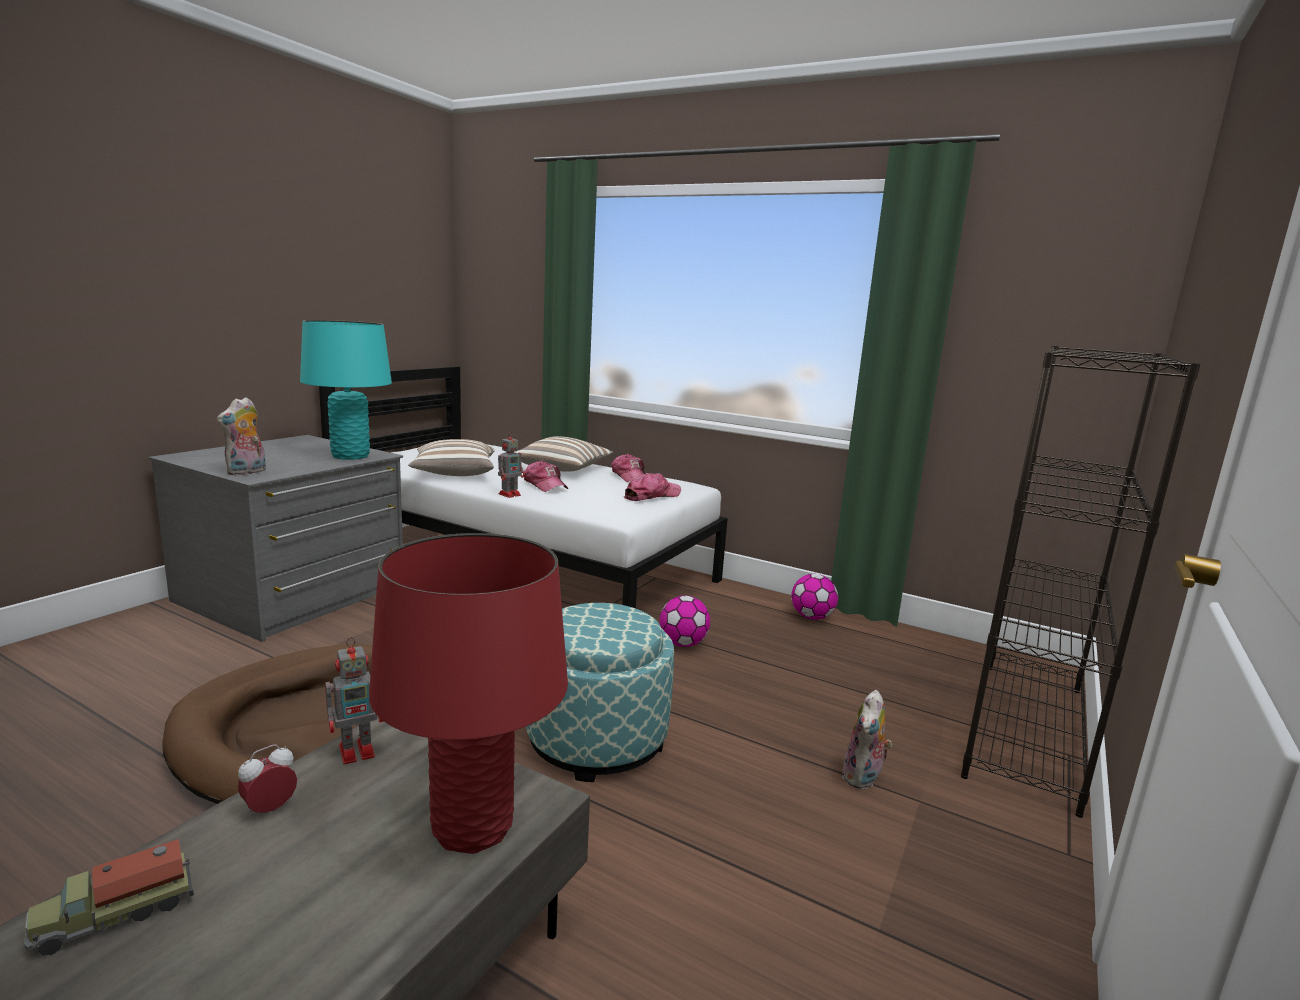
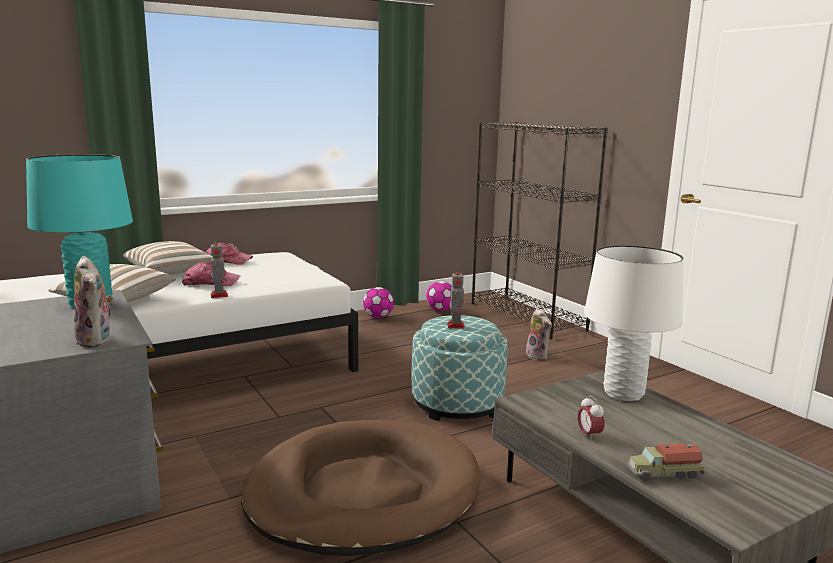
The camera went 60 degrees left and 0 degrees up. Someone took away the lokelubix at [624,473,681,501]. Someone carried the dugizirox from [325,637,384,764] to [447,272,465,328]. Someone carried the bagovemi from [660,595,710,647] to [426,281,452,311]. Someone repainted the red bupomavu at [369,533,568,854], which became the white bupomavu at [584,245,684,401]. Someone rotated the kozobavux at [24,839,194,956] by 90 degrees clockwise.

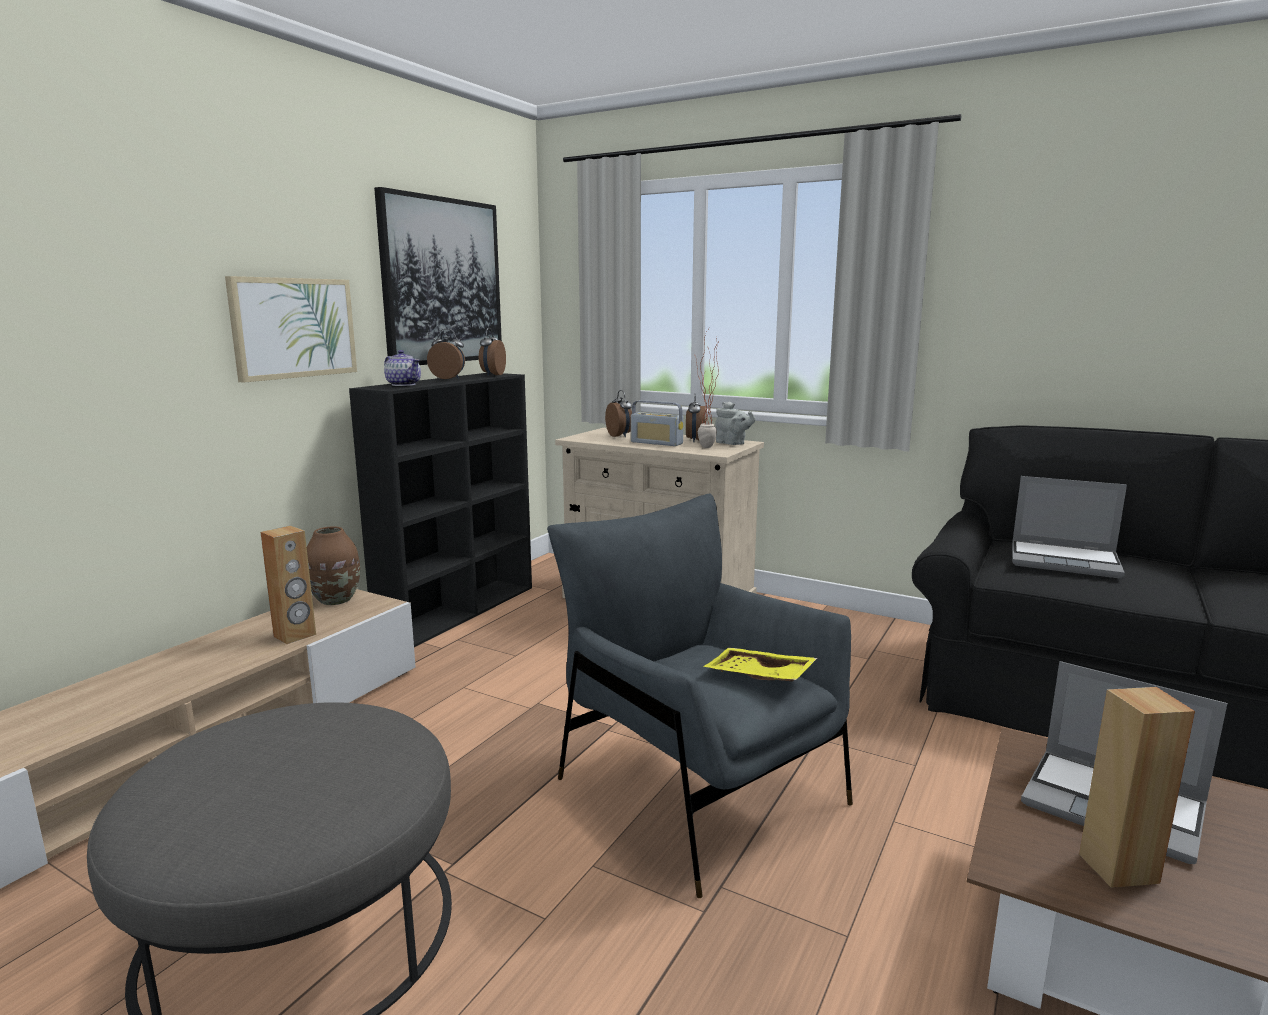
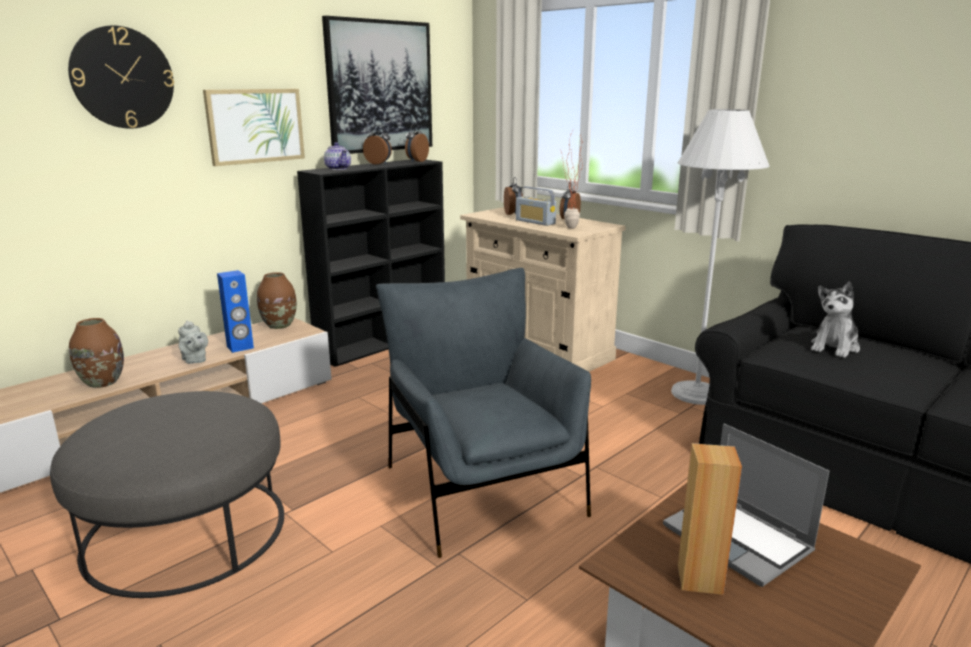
The camera went 15 degrees right and 5 degrees up. Someone took away the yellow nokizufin at [703,648,817,682]. Someone put up the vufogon at [68,25,174,129]. Someone put down the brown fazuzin at [69,318,124,388]. Someone put down the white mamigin at [671,109,770,405]. Someone carried the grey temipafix from [715,402,756,445] to [178,320,208,364]. Someone swapped the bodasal at [1012,476,1127,578] for the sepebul at [811,282,860,358]. Someone repainted the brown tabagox at [260,526,316,644], which became the blue tabagox at [217,270,254,353].

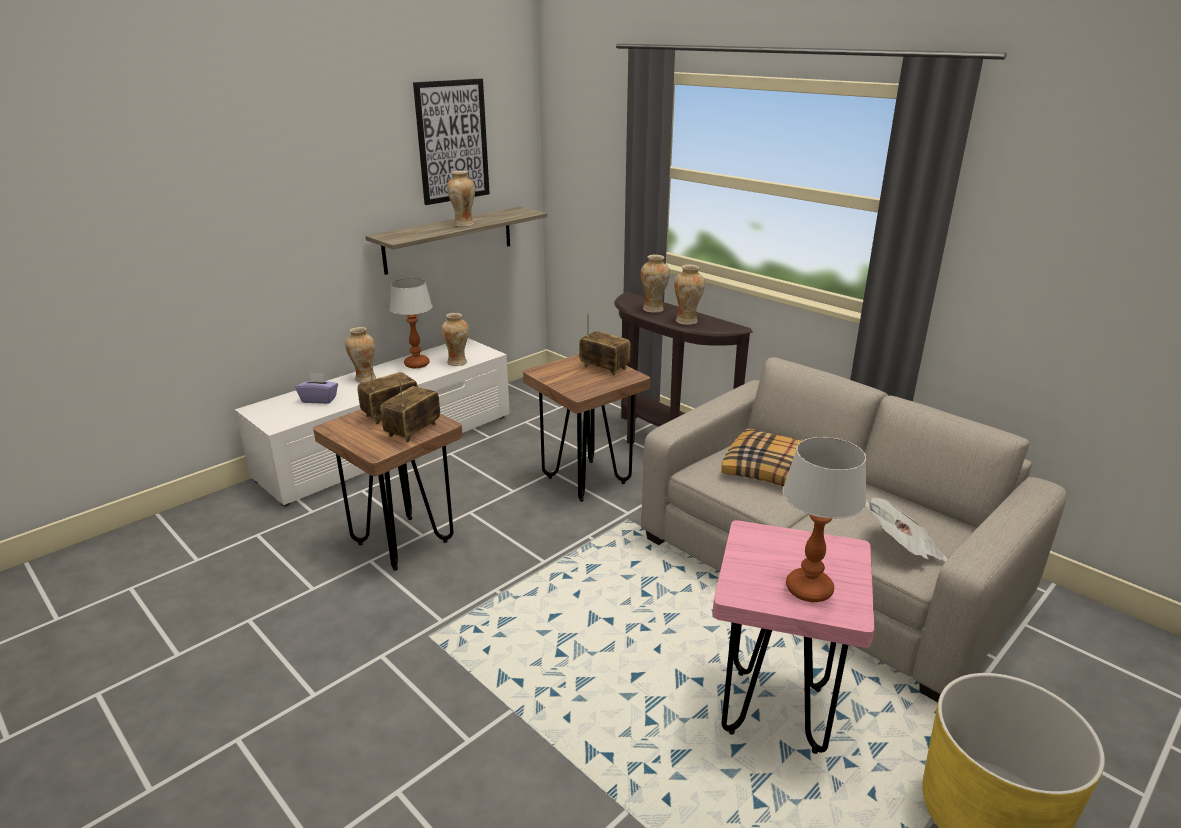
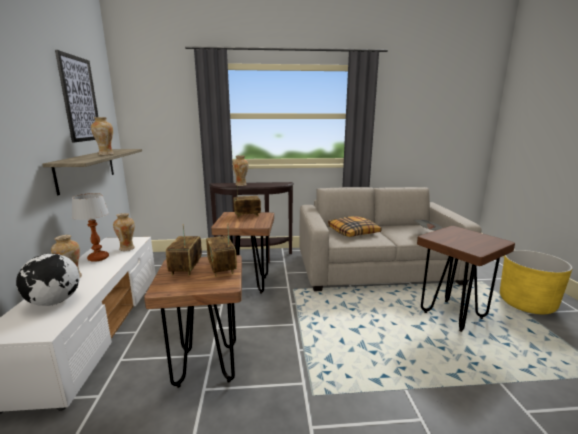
The camera went 50 degrees left and 10 degrees down. Someone took away the fazuzin at [674,264,705,325]. Someone took away the bupomavu at [783,437,867,602]. Someone swapped the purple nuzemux at [295,373,338,404] for the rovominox at [16,253,80,306]. Someone repainted the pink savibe at [712,520,874,754], which became the brown savibe at [417,226,515,332].

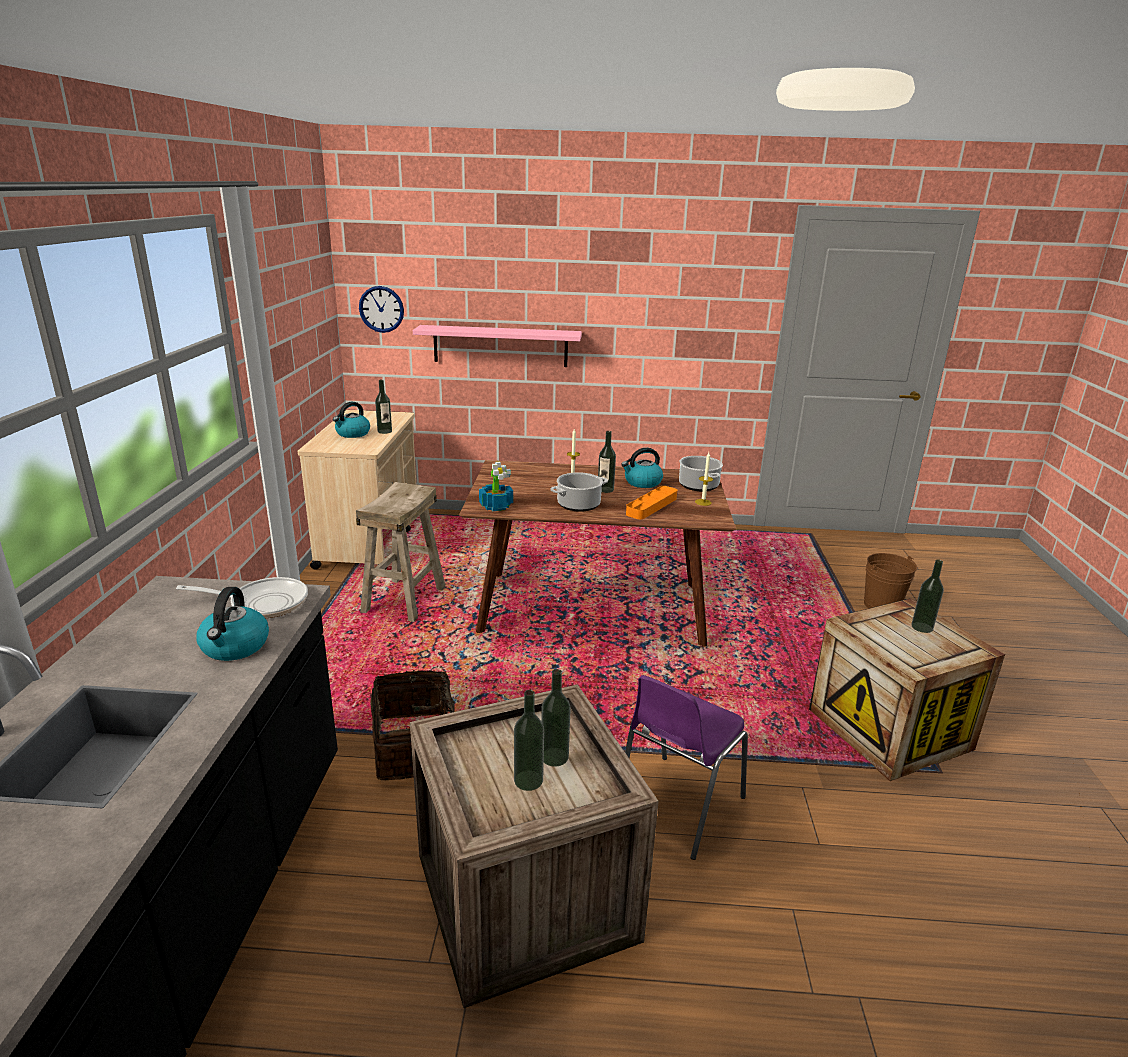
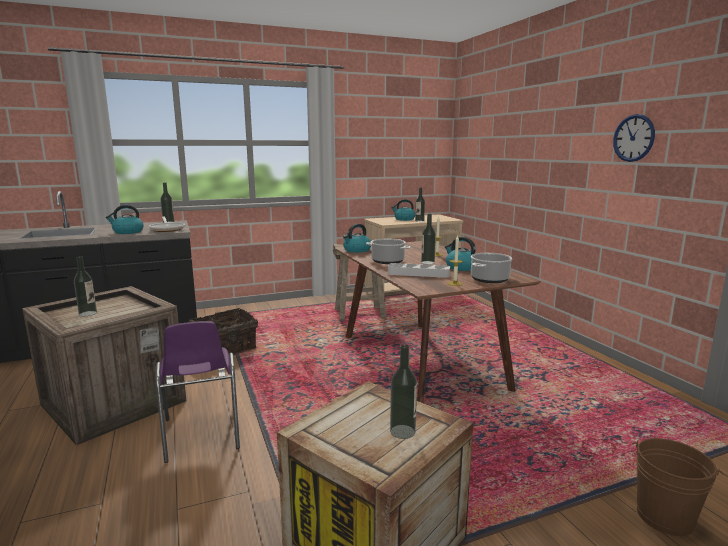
The camera went 65 degrees right and 10 degrees down. Someone took away the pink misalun at [413,325,582,367]. Someone carried the vufogon from [359,286,404,333] to [613,114,655,162]. Someone carried the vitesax from [541,669,571,767] to [160,183,174,223]. Someone swapped the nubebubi at [479,462,513,511] for the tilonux at [343,224,371,253]. Someone repainted the orange nokizufin at [626,486,677,519], which became the grey nokizufin at [388,263,450,278]. Someone rotated the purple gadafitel at [625,675,748,860] by 120 degrees counterclockwise.

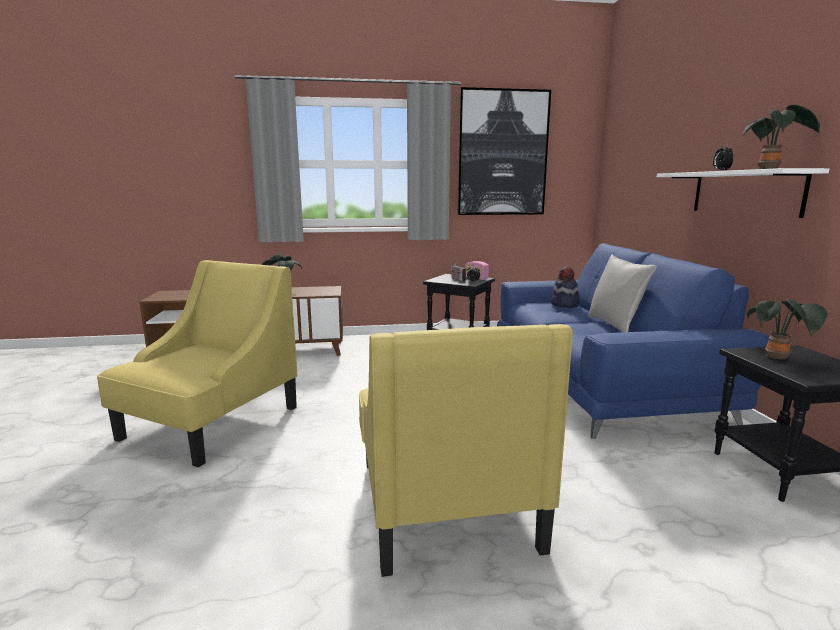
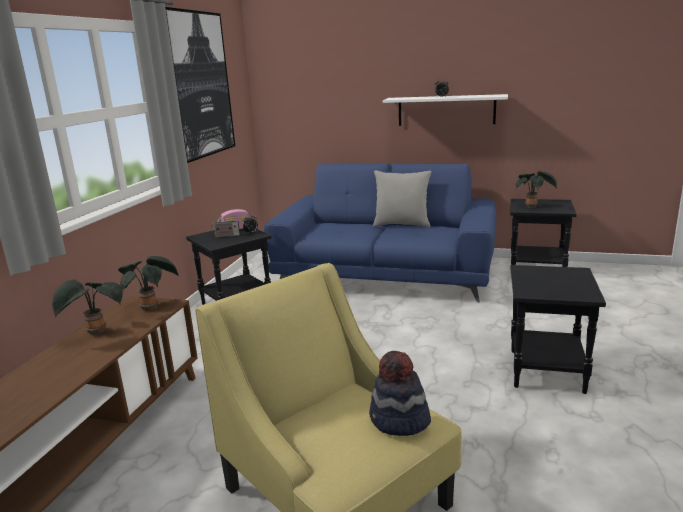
The camera went 65 degrees left and 5 degrees up. Someone carried the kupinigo from [551,267,580,308] to [369,351,431,436]. Someone carried the nubebubi from [743,104,820,169] to [118,256,180,311]. Someone swapped the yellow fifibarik at [359,324,573,577] for the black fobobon at [510,265,606,394].

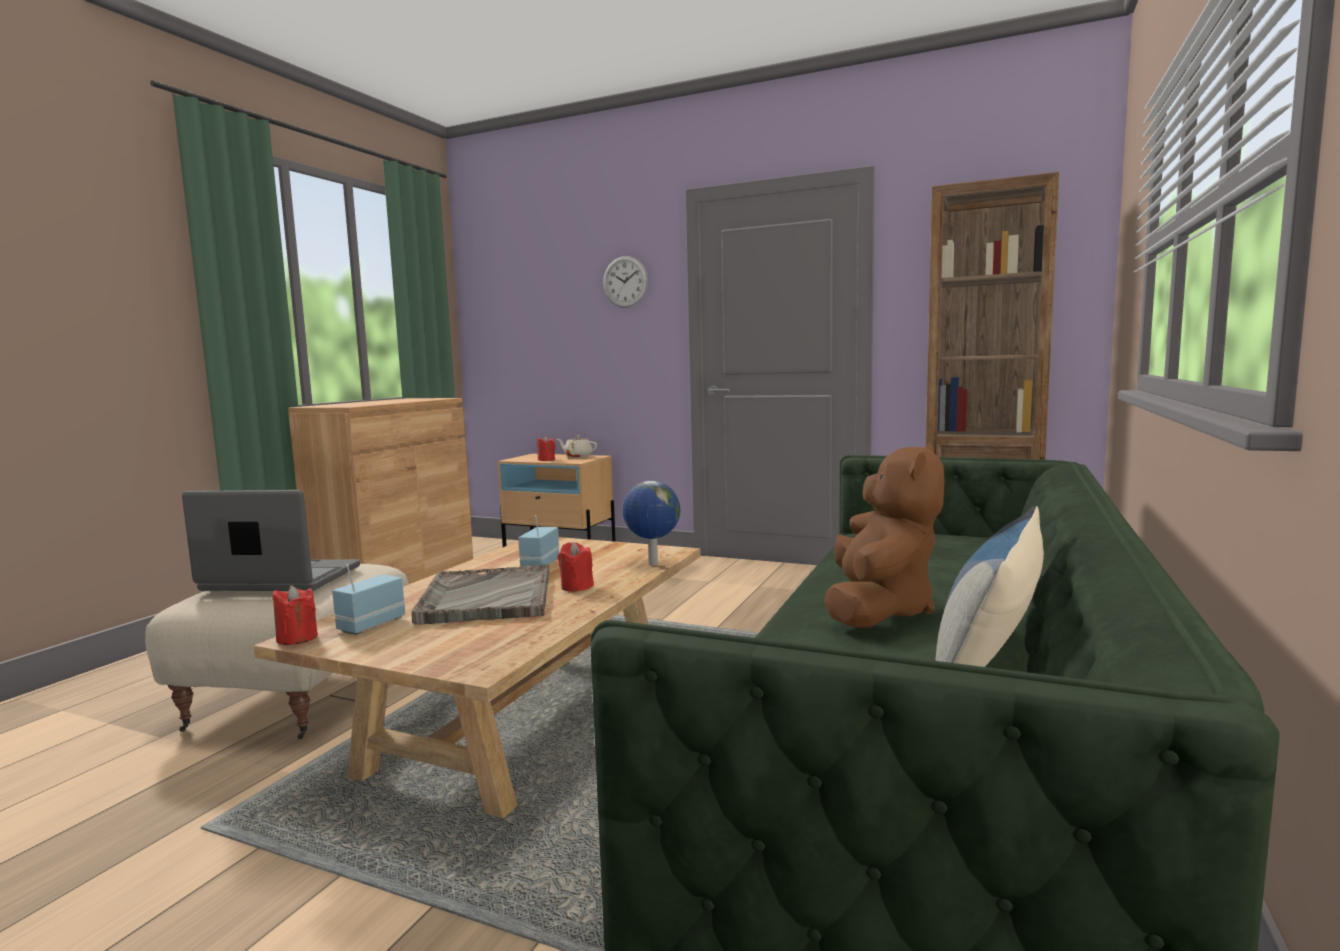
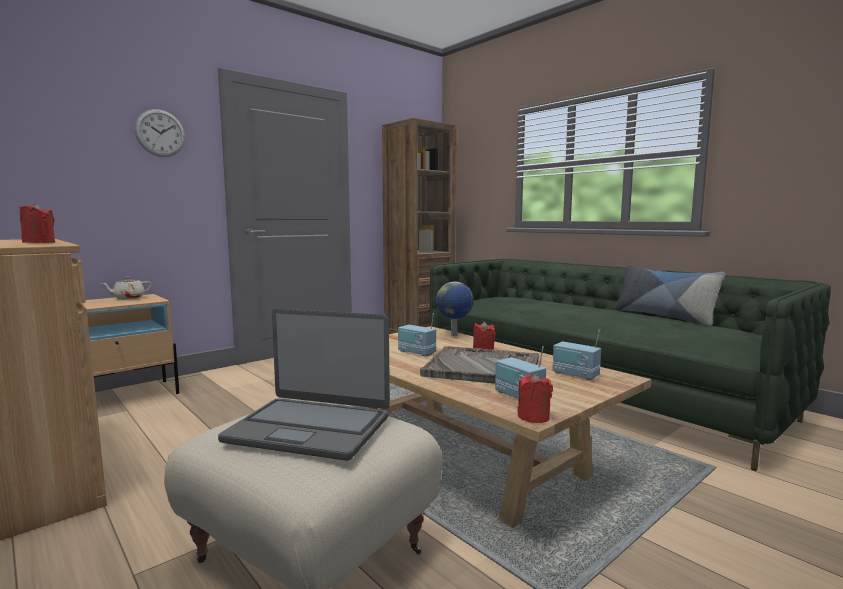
The camera went 65 degrees left and 0 degrees up. Someone took away the brown sepebul at [824,442,945,628]. Someone put down the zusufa at [553,329,601,380]. Someone carried the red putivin from [537,436,556,461] to [20,203,55,243]. Someone rotated the bodasal at [182,490,360,591] by 105 degrees counterclockwise.

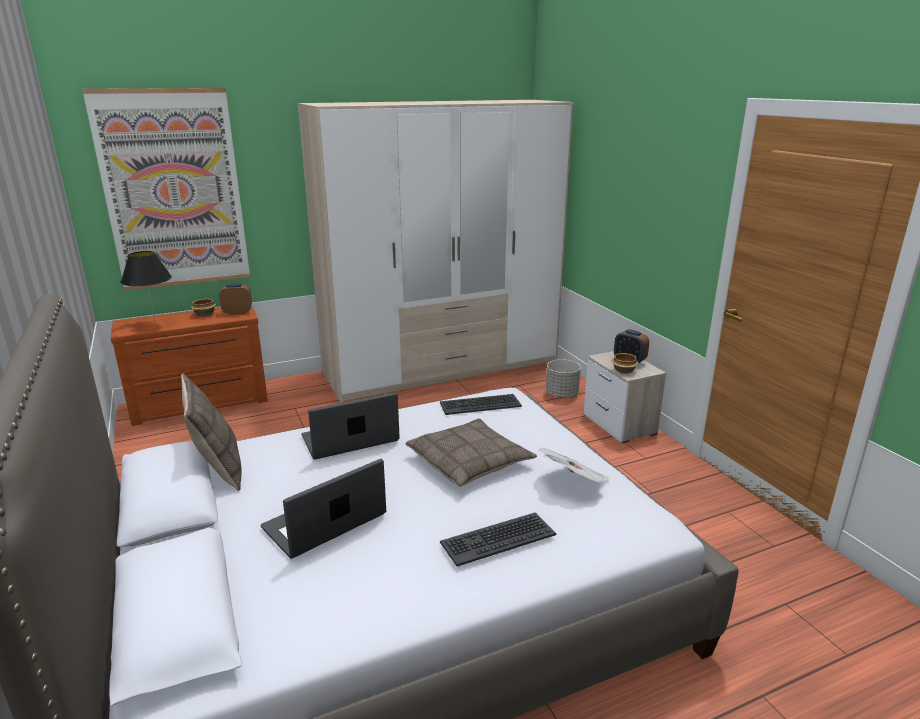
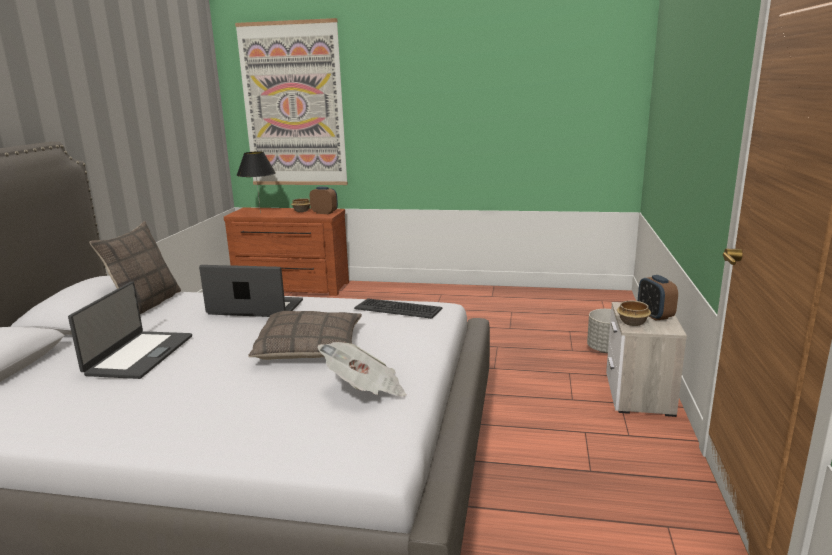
The camera went 35 degrees right and 5 degrees down. Someone took away the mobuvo at [298,100,574,403]. Someone took away the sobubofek at [440,512,556,567]. Someone rotated the bodasal at [261,459,386,559] by 105 degrees clockwise.

